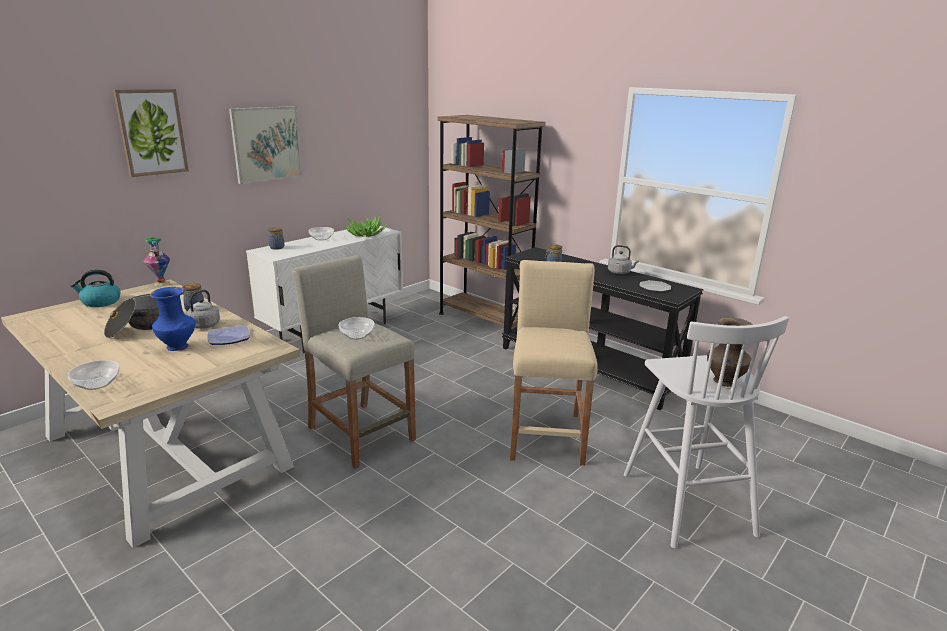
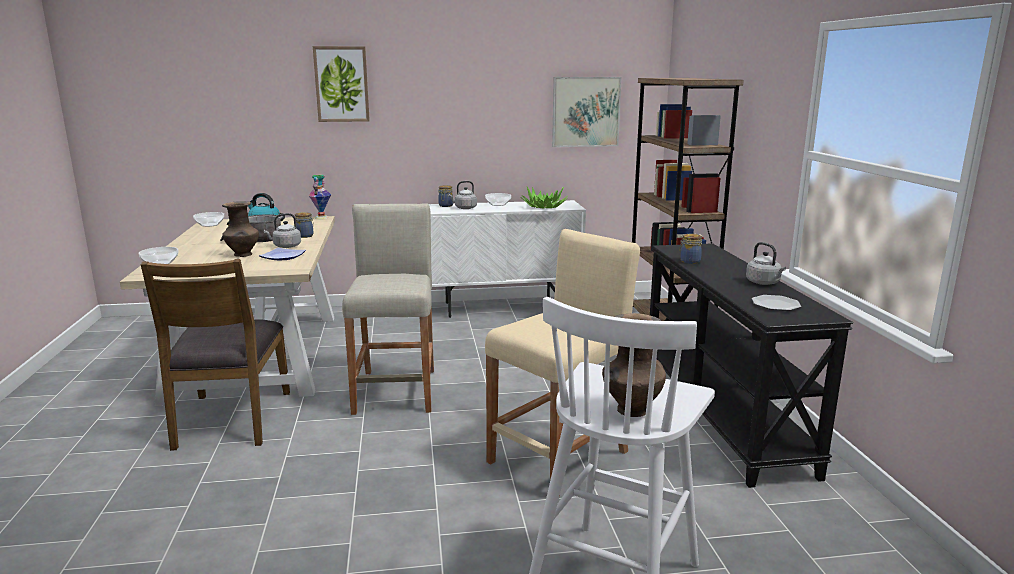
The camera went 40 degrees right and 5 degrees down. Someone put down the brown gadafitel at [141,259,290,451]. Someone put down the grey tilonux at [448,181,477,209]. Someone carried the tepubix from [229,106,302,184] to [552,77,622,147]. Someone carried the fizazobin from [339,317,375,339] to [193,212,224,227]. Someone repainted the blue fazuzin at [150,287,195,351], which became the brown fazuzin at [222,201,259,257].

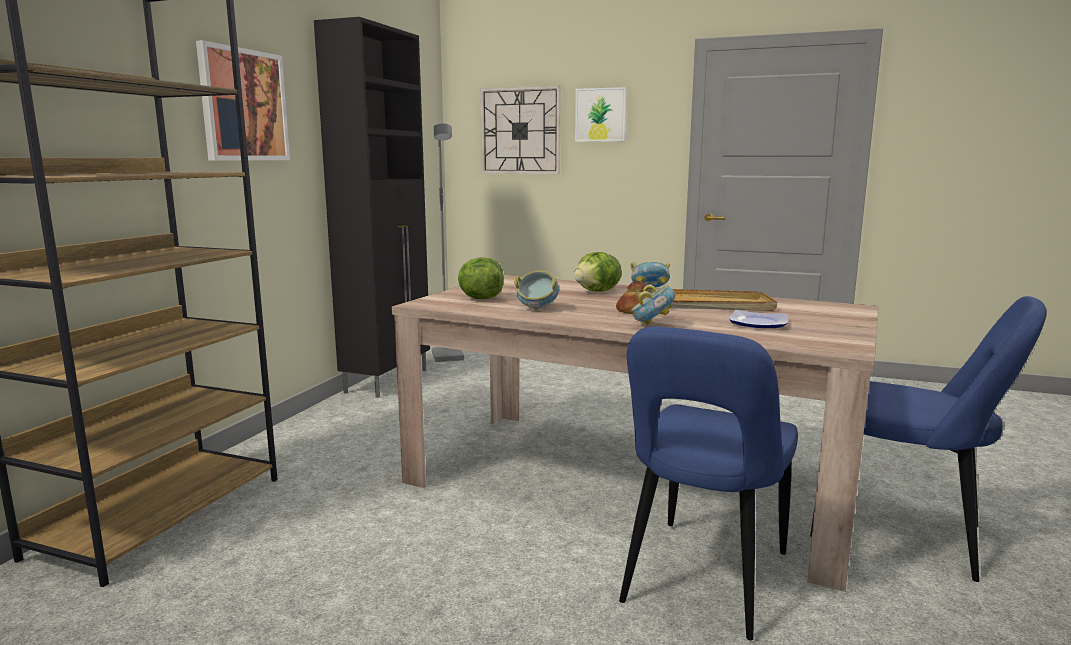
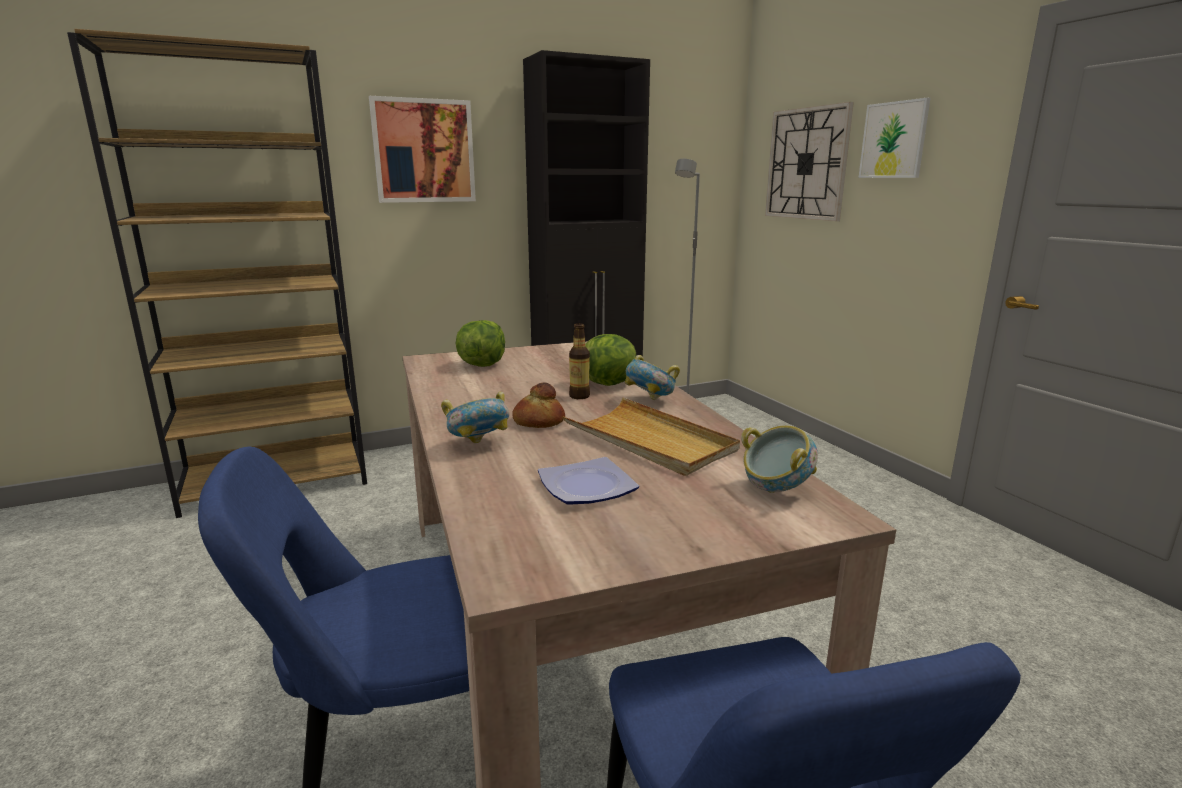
The camera went 45 degrees right and 5 degrees up. Someone put down the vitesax at [569,323,590,399]. Someone carried the fizazobin from [514,271,559,310] to [741,425,818,493].

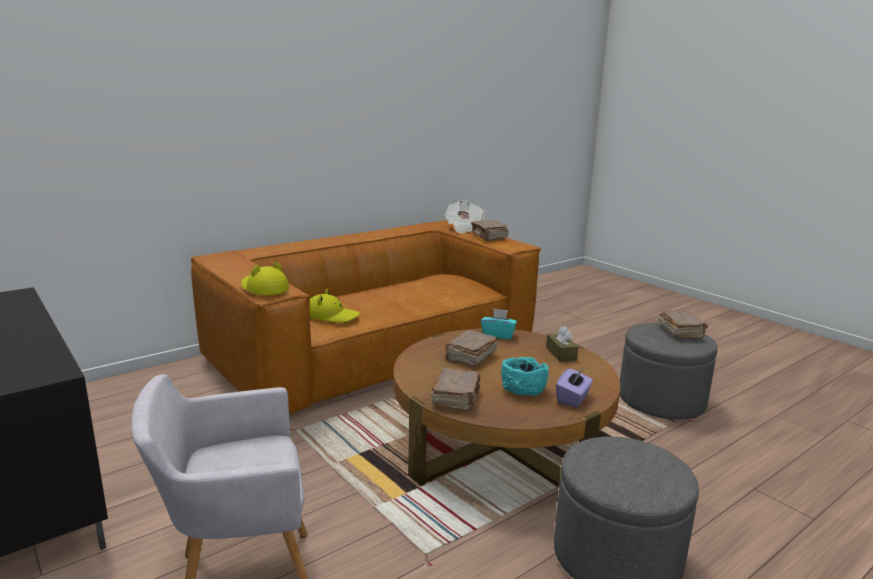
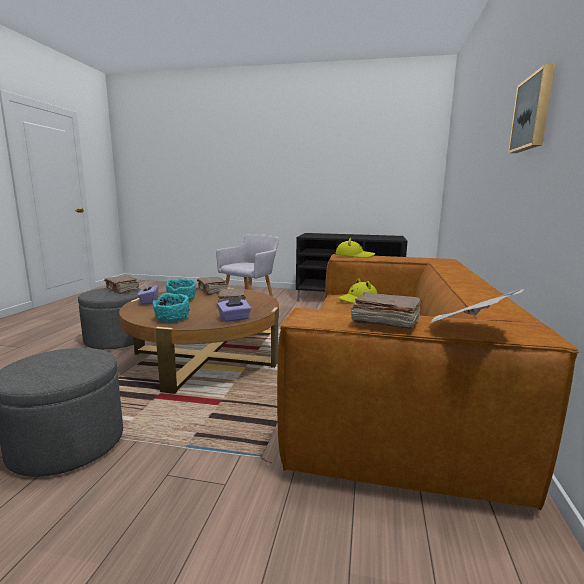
The camera went 140 degrees right and 5 degrees down. Someone put up the tepubix at [508,64,555,153]. Someone carried the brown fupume from [658,310,708,338] to [104,276,139,294]. Someone swapped the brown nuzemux at [546,326,578,362] for the turquoise fizazobin at [153,293,190,323]. Someone repainted the turquoise nuzemux at [481,309,517,339], which became the purple nuzemux at [217,297,251,322].

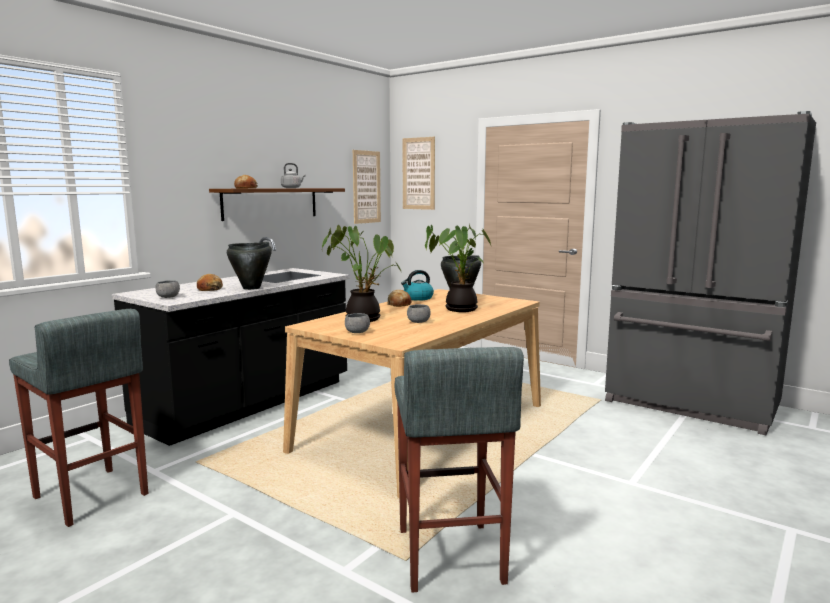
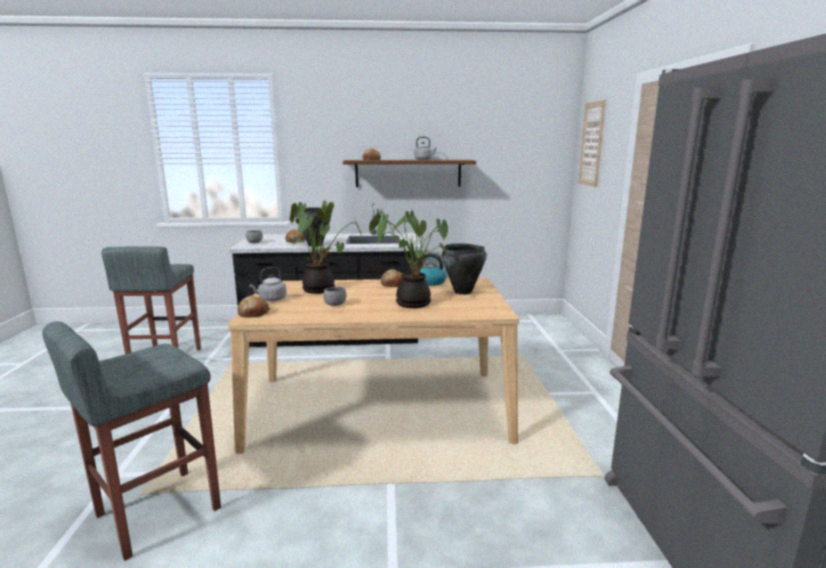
The camera went 50 degrees right and 5 degrees up. Someone took away the tepubix at [353,150,381,224]. Someone put down the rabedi at [238,296,270,317]. Someone swapped the grey fizazobin at [345,313,370,333] for the grey tilonux at [249,267,287,301].

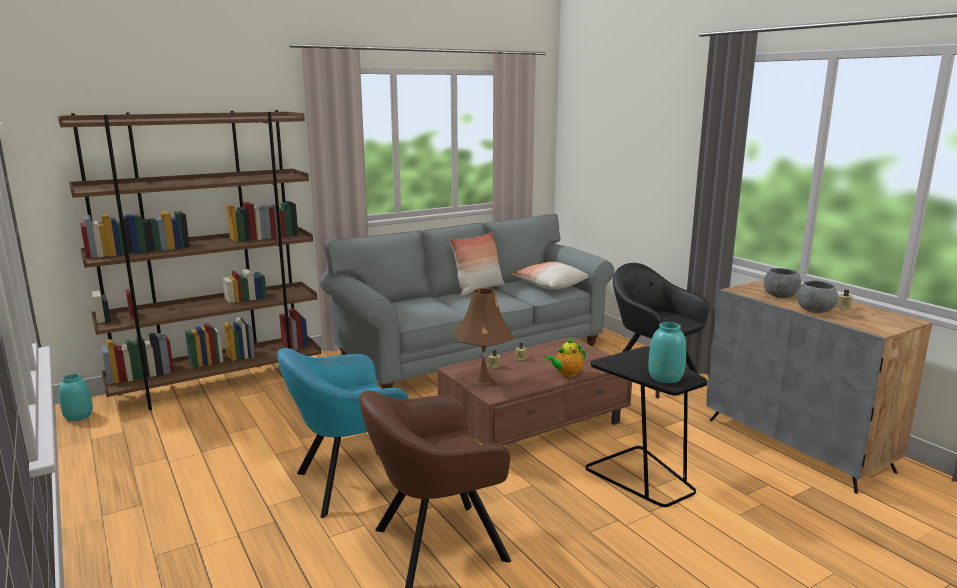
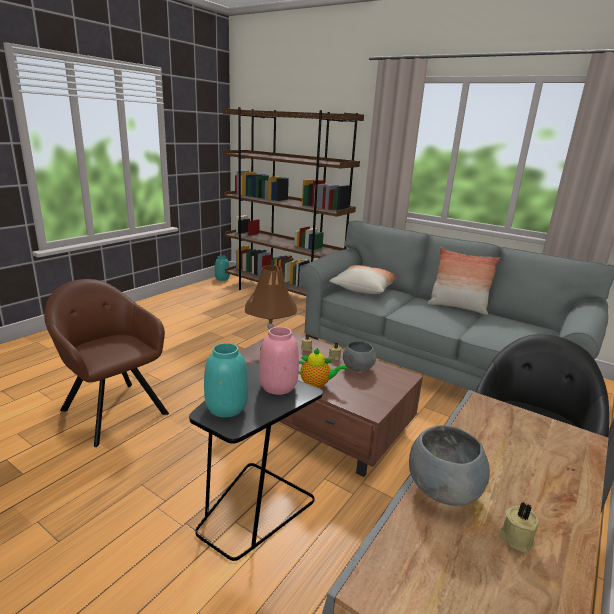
The camera went 65 degrees right and 5 degrees up. Someone took away the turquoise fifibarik at [277,348,408,518]. Someone put down the pink fazuzin at [259,327,299,395]. Someone carried the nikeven from [512,261,588,290] to [330,265,398,294]. Someone carried the grey fizazobin from [764,268,801,298] to [343,341,376,372]. Someone rotated the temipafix at [545,338,586,377] by 150 degrees clockwise.

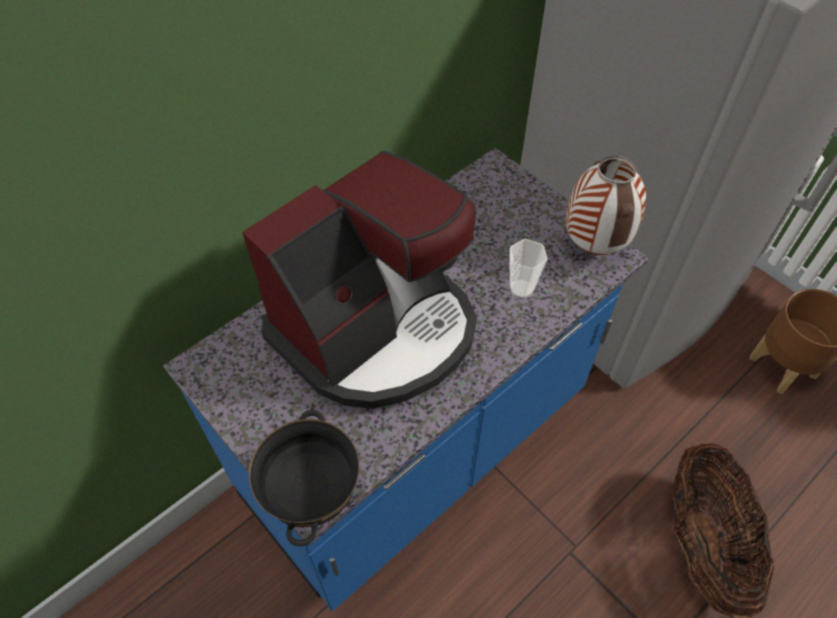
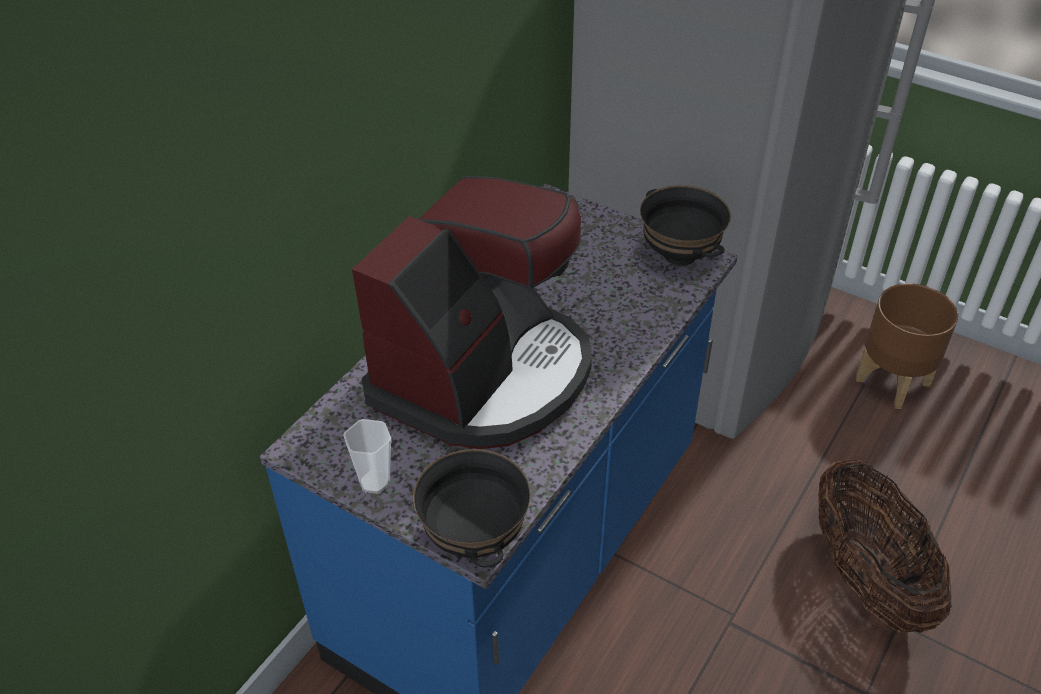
The camera went 15 degrees left and 10 degrees down. Someone carried the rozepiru from [509,239,548,299] to [343,419,391,494]. Someone swapped the fazuzin at [566,155,646,255] for the black fizazobin at [640,185,731,266].

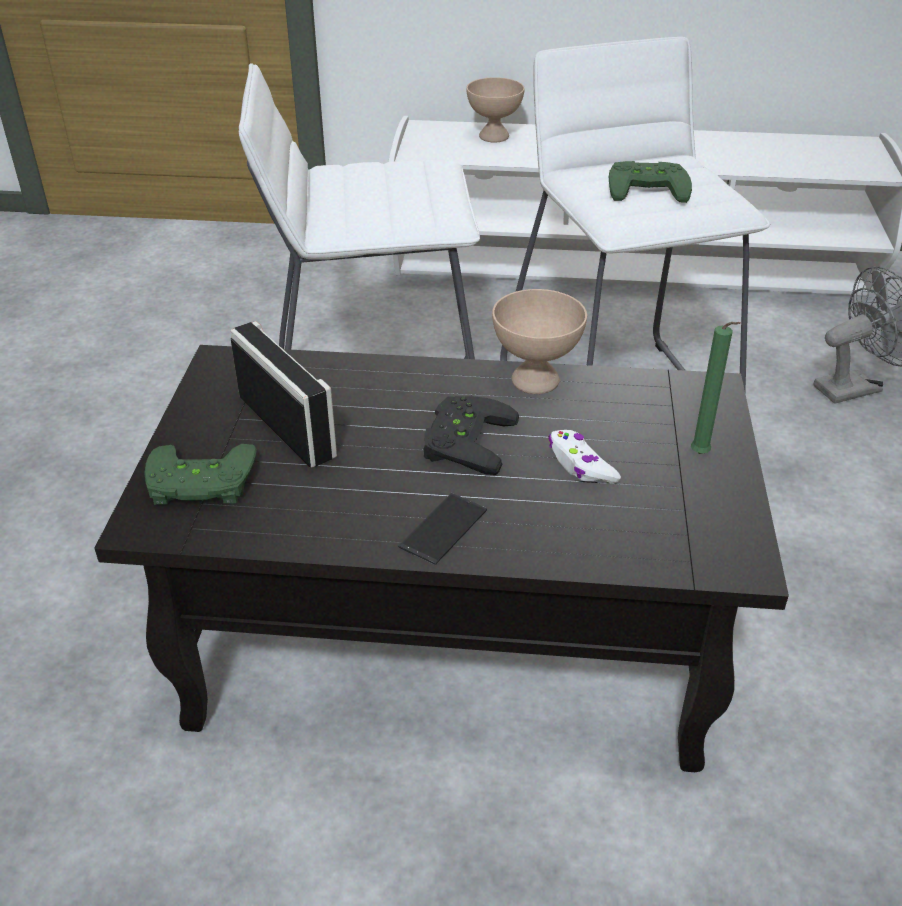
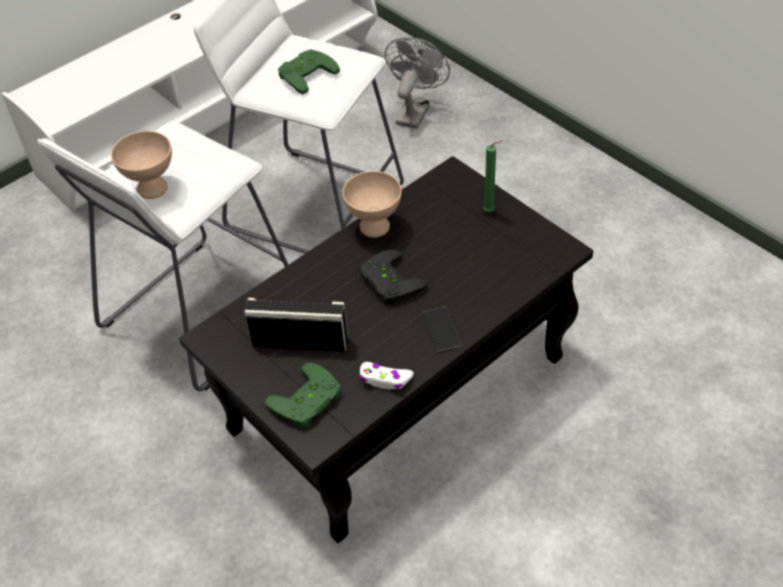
The camera went 45 degrees left and 10 degrees up. Someone carried the beige fizazobin from [466,77,525,142] to [111,131,172,199]. Someone carried the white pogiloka from [548,430,621,483] to [360,362,414,389].

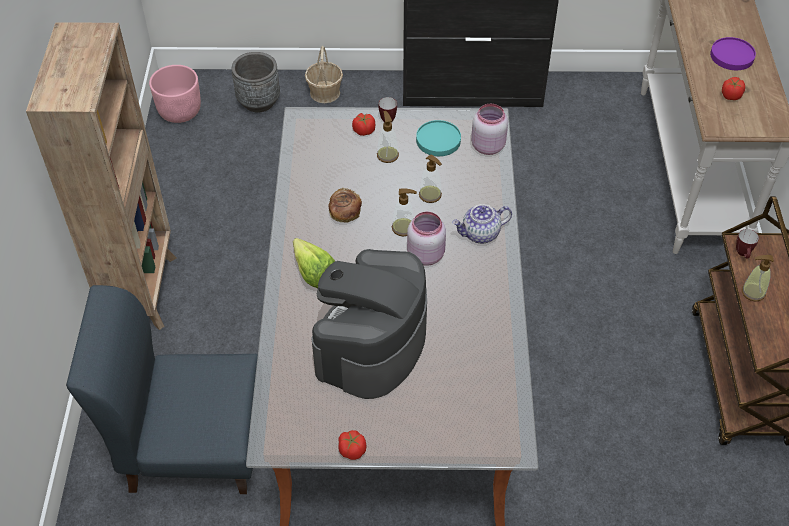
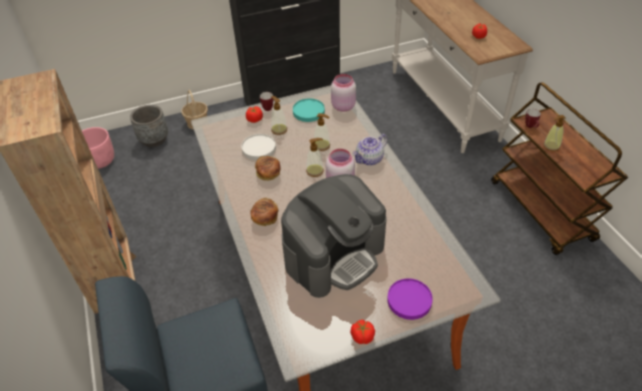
The camera went 20 degrees left and 5 degrees down. Someone put down the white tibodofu at [241,134,276,160]. Someone carried the purple tibodofu from [710,37,756,70] to [387,278,433,320]. Someone swapped the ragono at [293,238,335,288] for the rabedi at [250,198,278,226]. Someone rotated the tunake at [311,249,427,399] by 135 degrees counterclockwise.

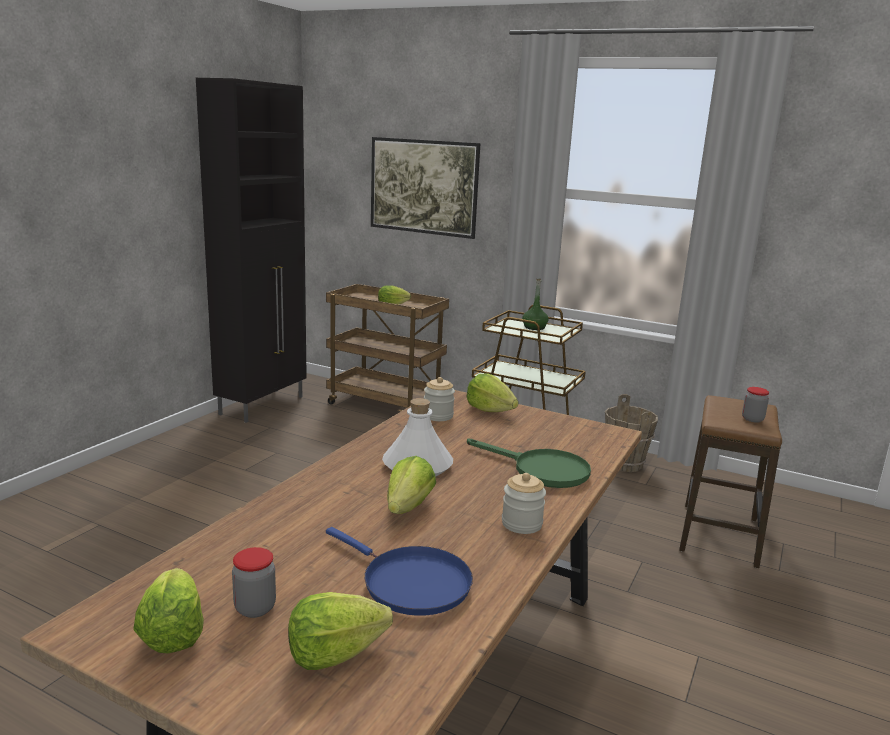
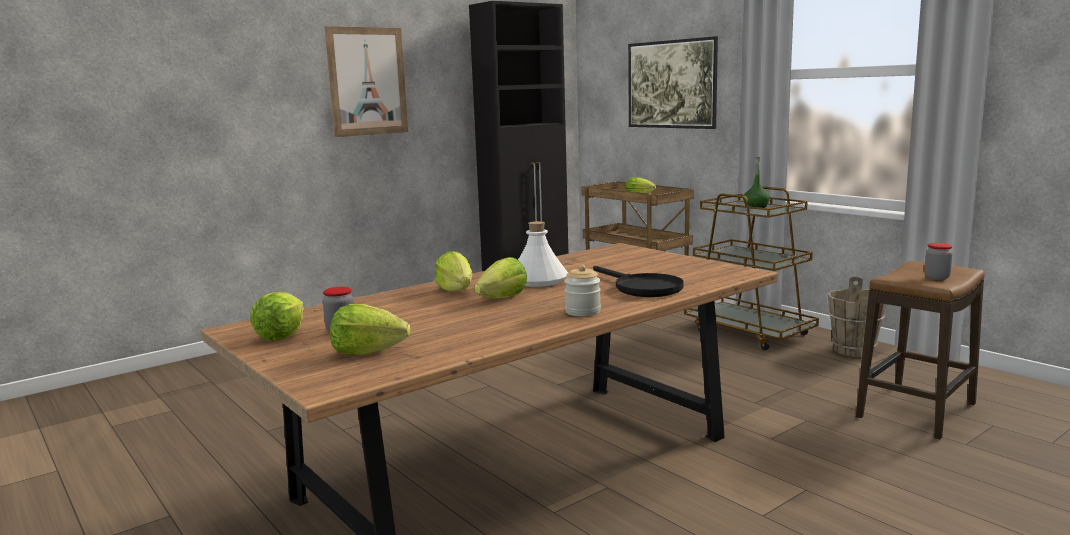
The camera went 25 degrees right and 5 degrees down. Someone took away the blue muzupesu at [326,527,473,616]. Someone took away the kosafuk at [424,377,455,421]. Someone put up the tepubix at [325,26,408,137]. Someone carried the ragono from [466,373,518,412] to [435,251,472,292]. Someone repainted the green muzupesu at [467,438,591,488], which became the black muzupesu at [593,266,684,297].

